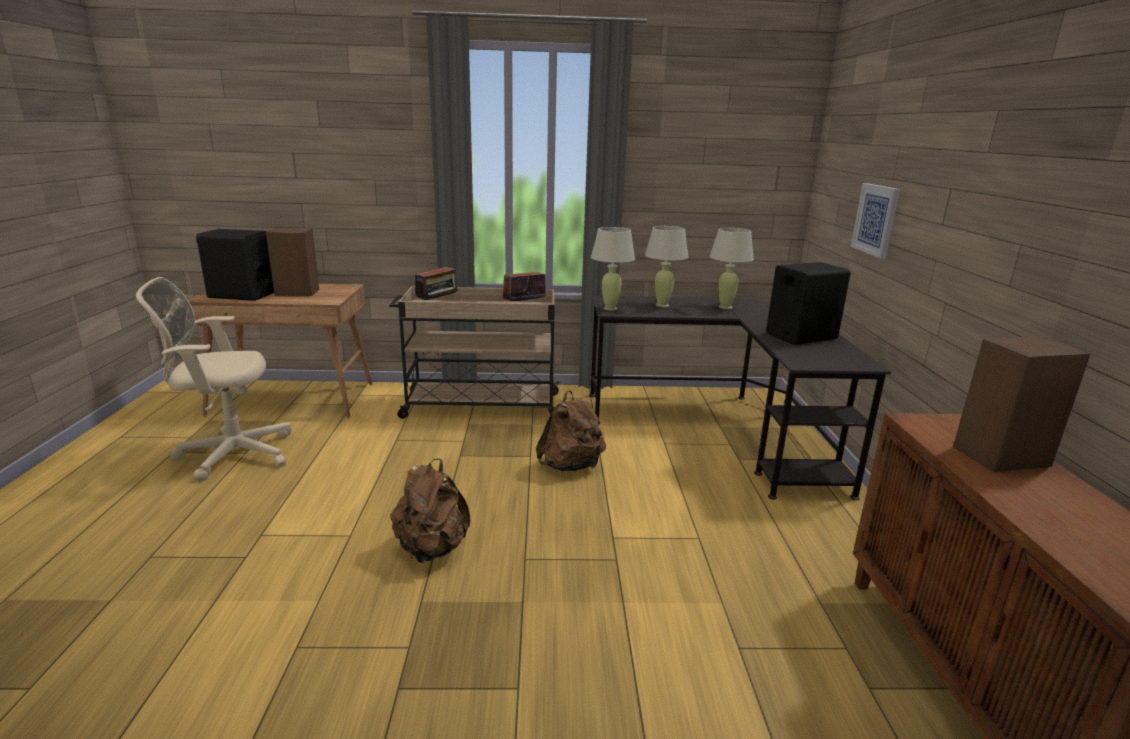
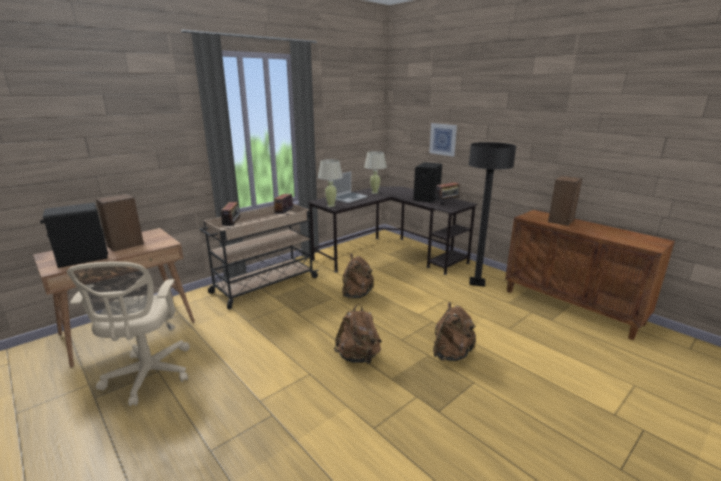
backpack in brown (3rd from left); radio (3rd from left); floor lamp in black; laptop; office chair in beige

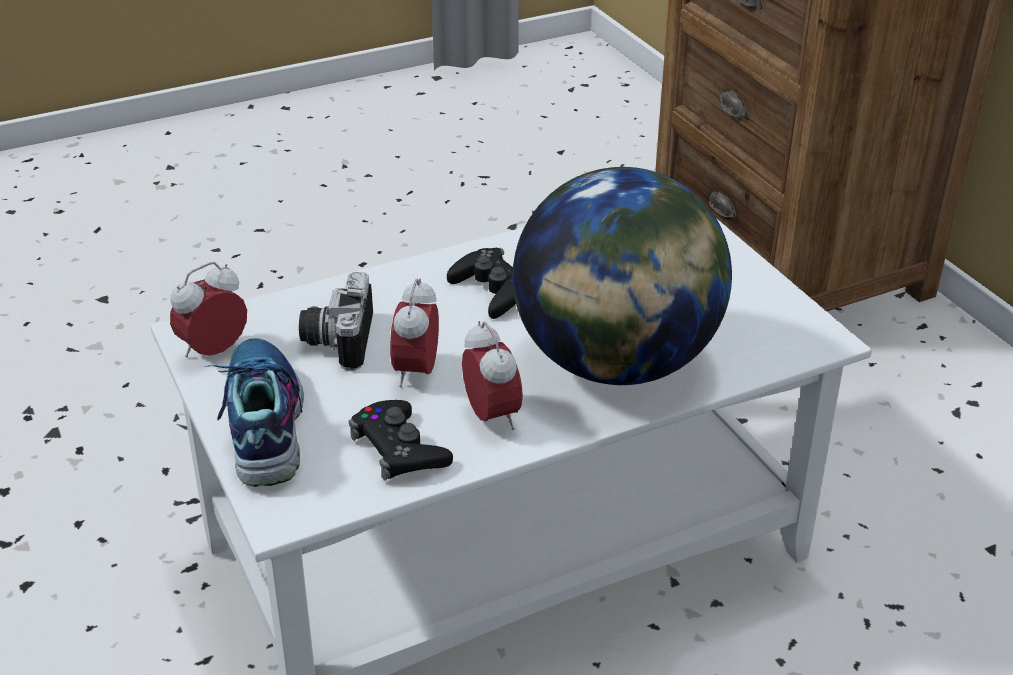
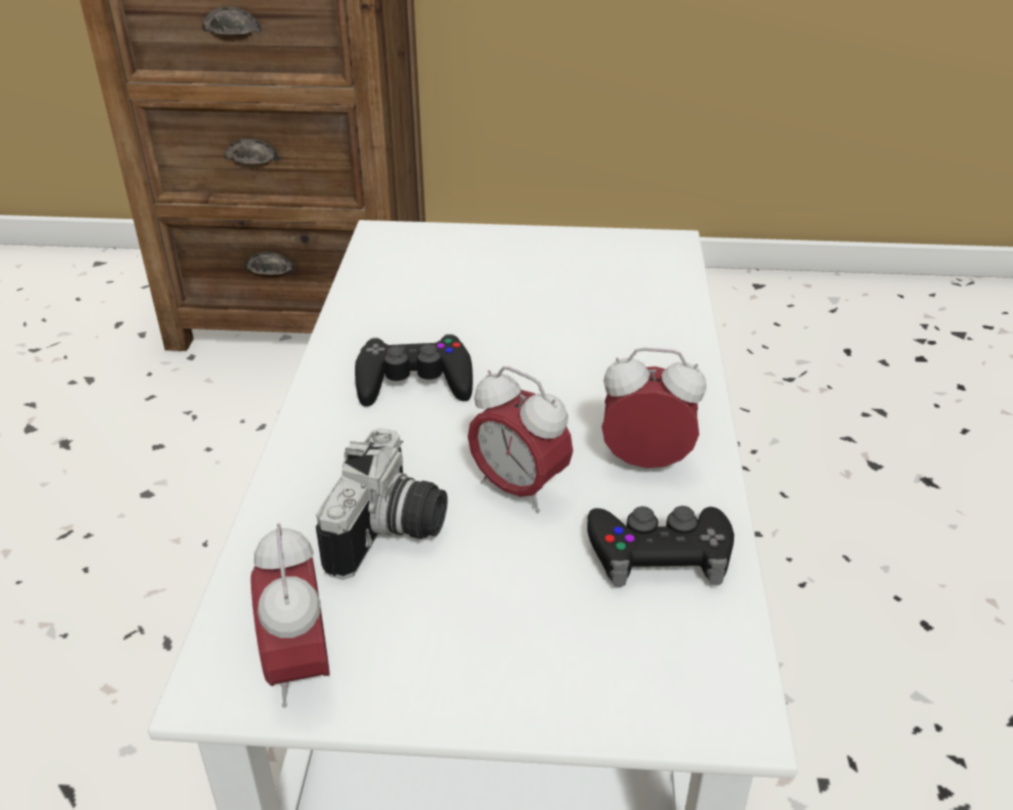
shoe; globe; photo camera

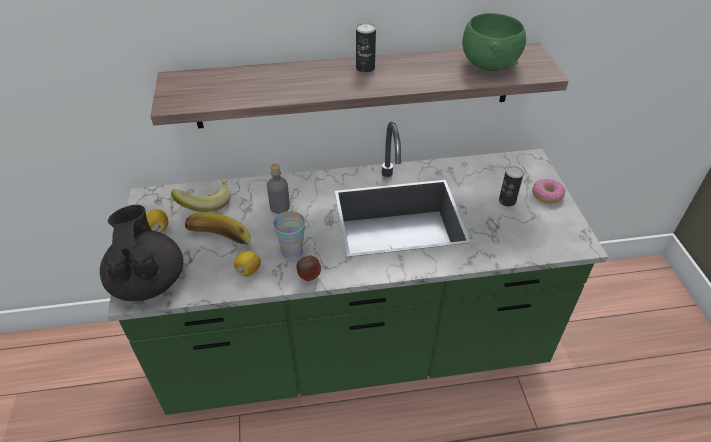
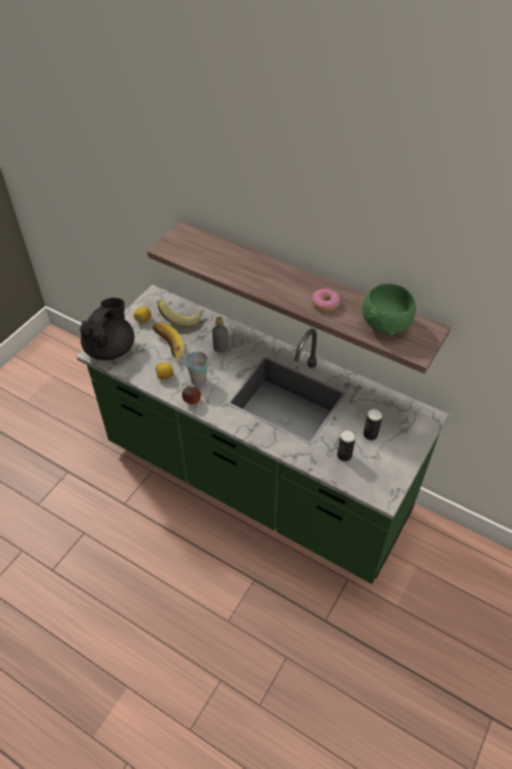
can (1st from left); donut

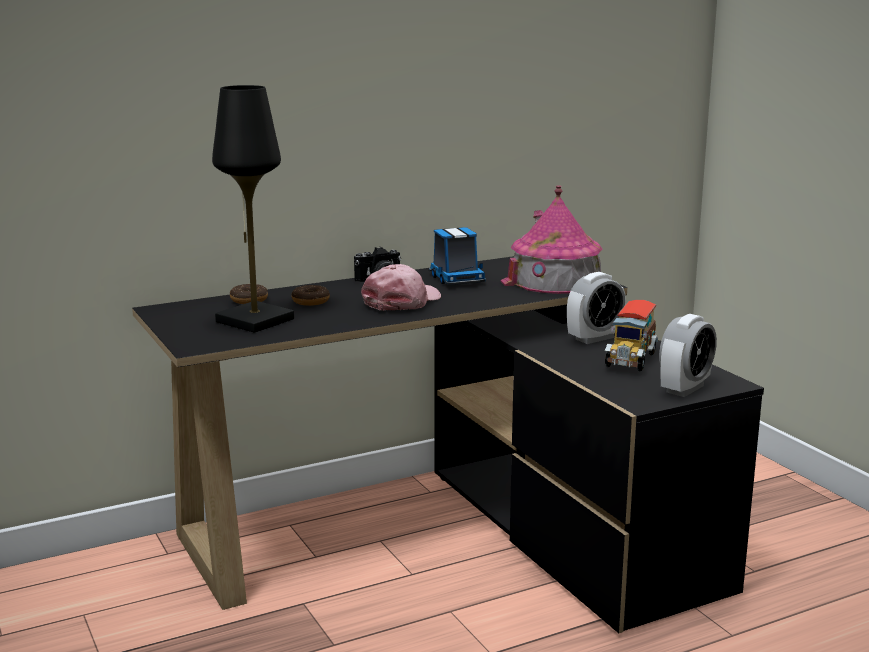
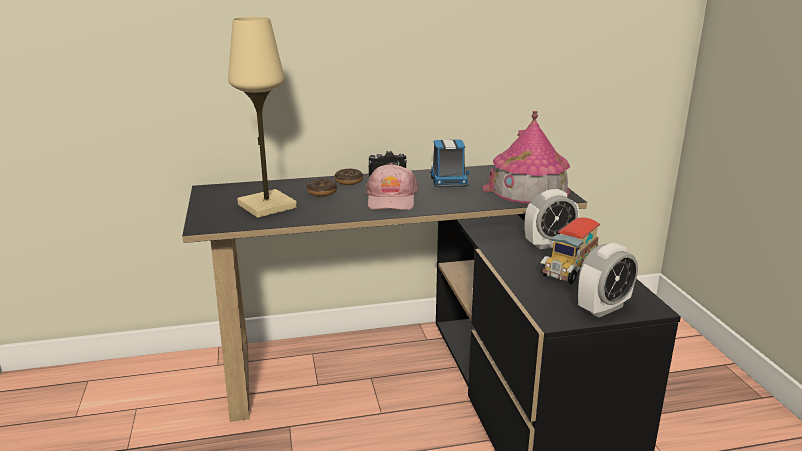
donut (2nd from left); table lamp in beige; cap in pink

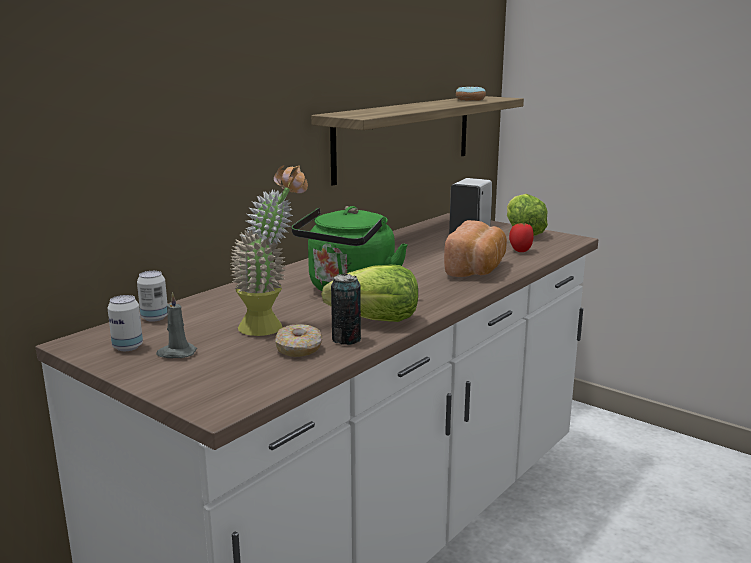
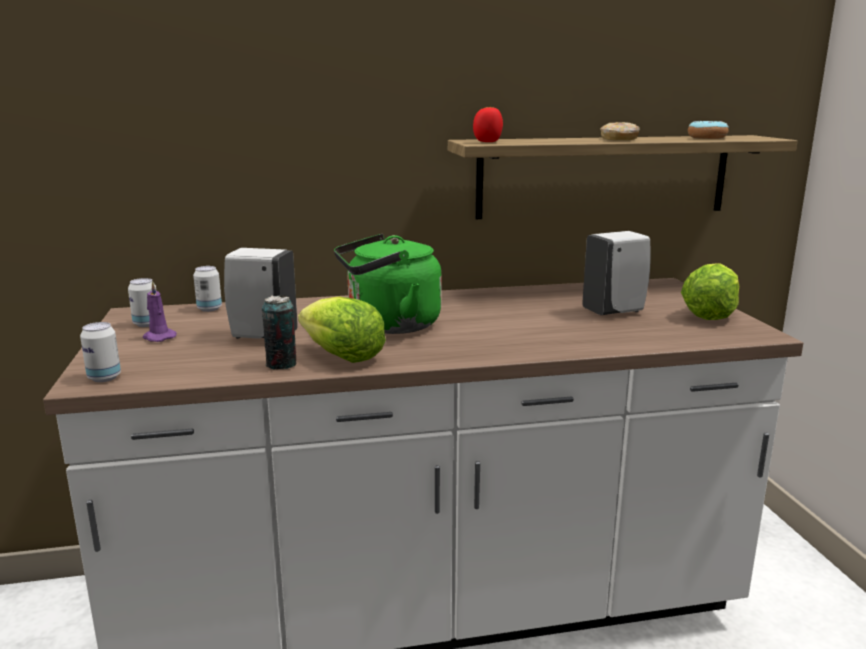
bread; can (1st from left); donut (1st from left); tomato; soap dispenser in white (1st from left); candle in purple

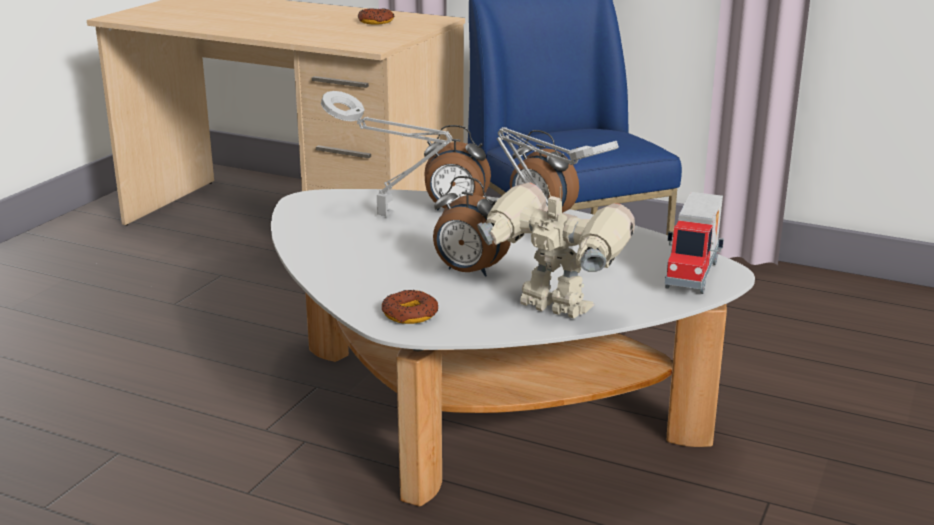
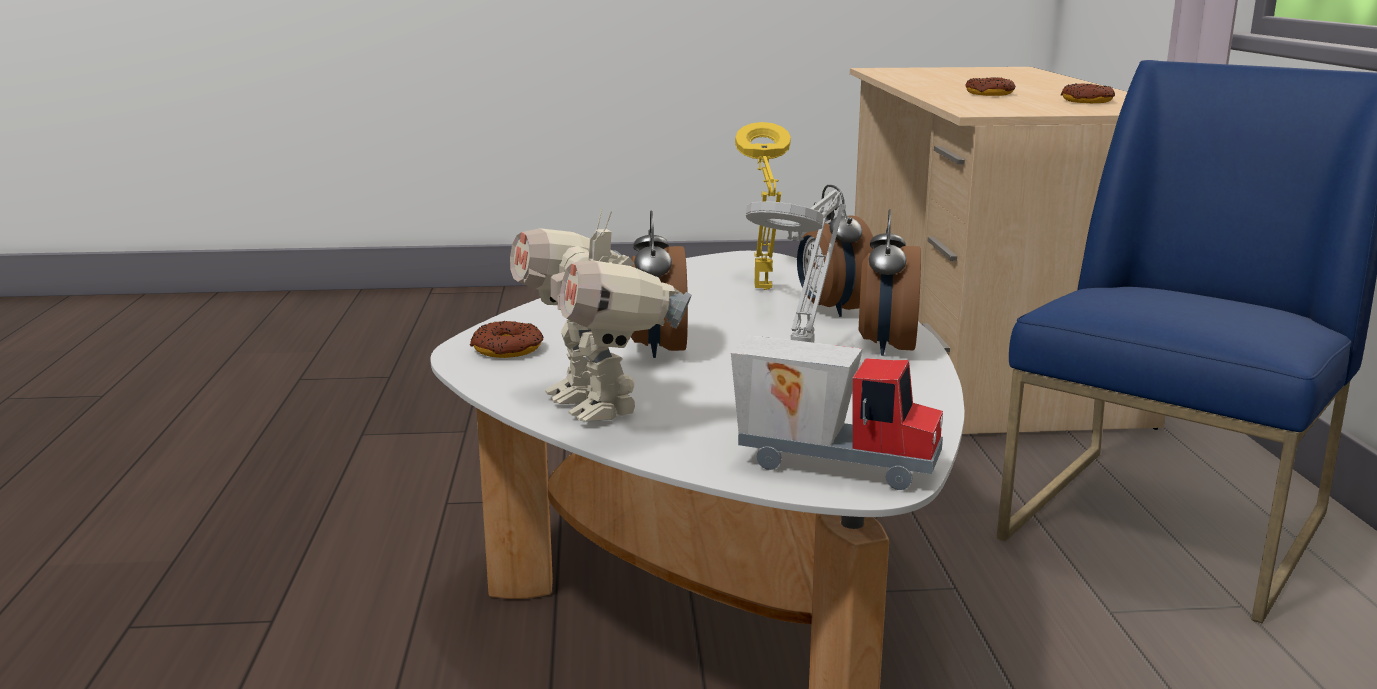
donut (2nd from left); table lamp in yellow; toy robot; toy truck

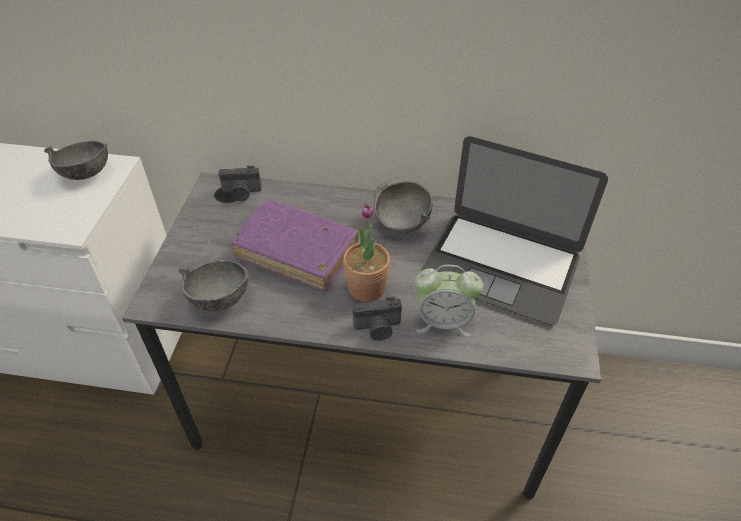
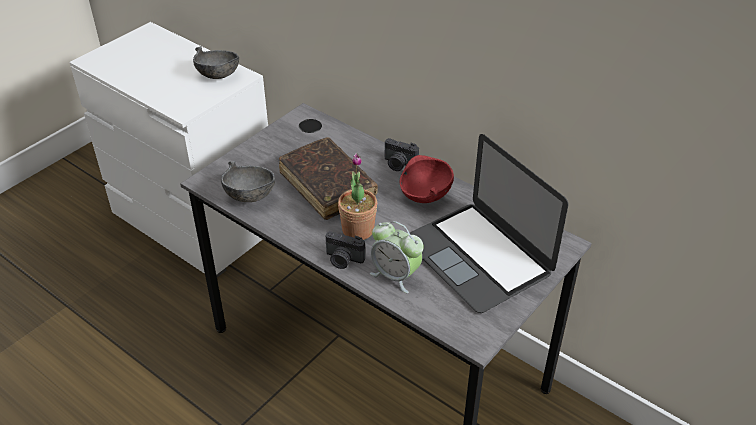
photo camera (2nd from left); book in brown; bowl in red

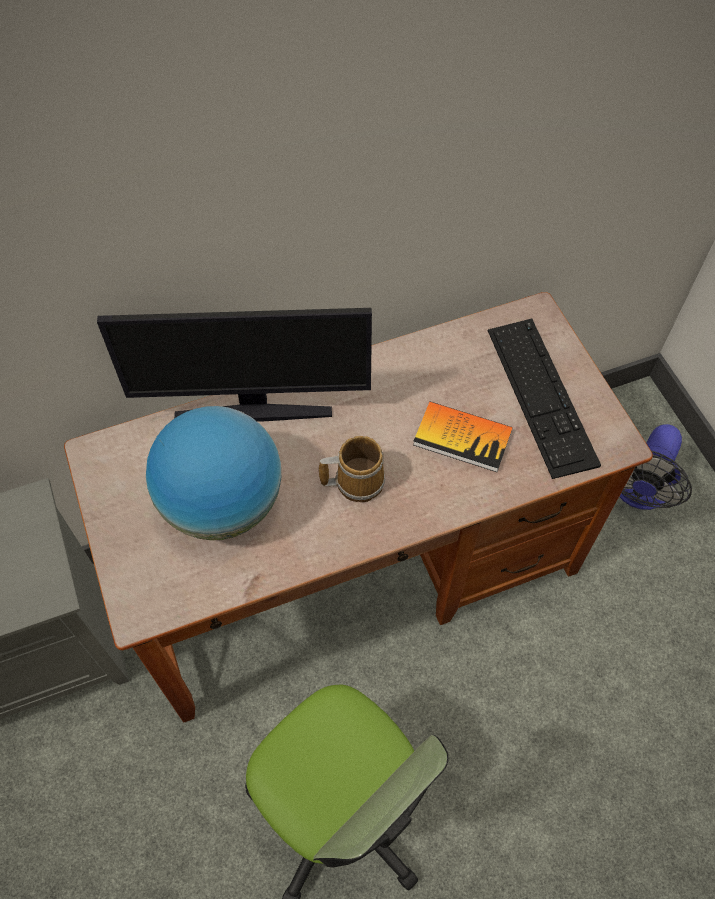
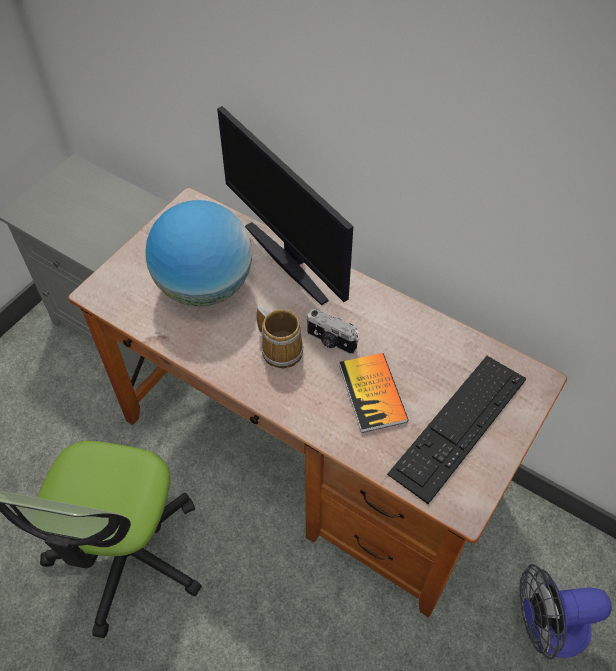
photo camera

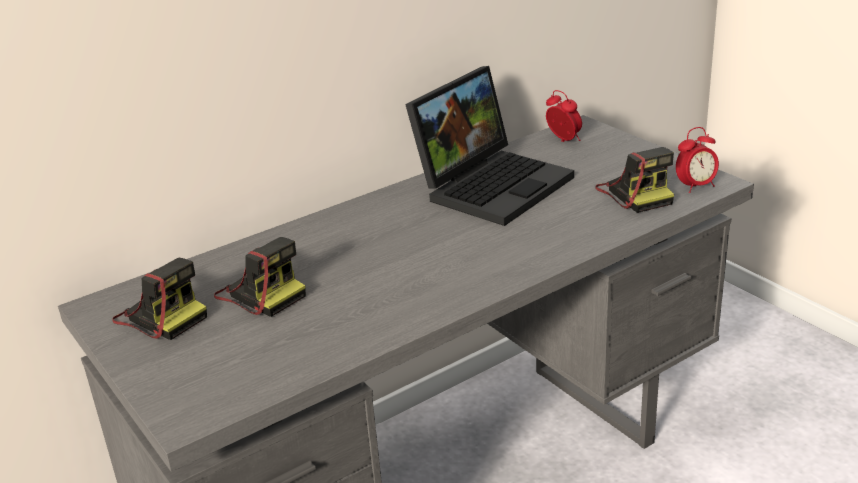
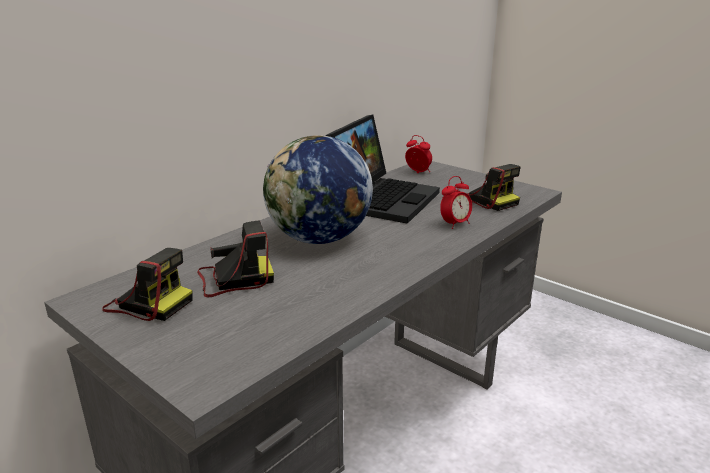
globe; alarm clock (2nd from left); photo camera (2nd from left)

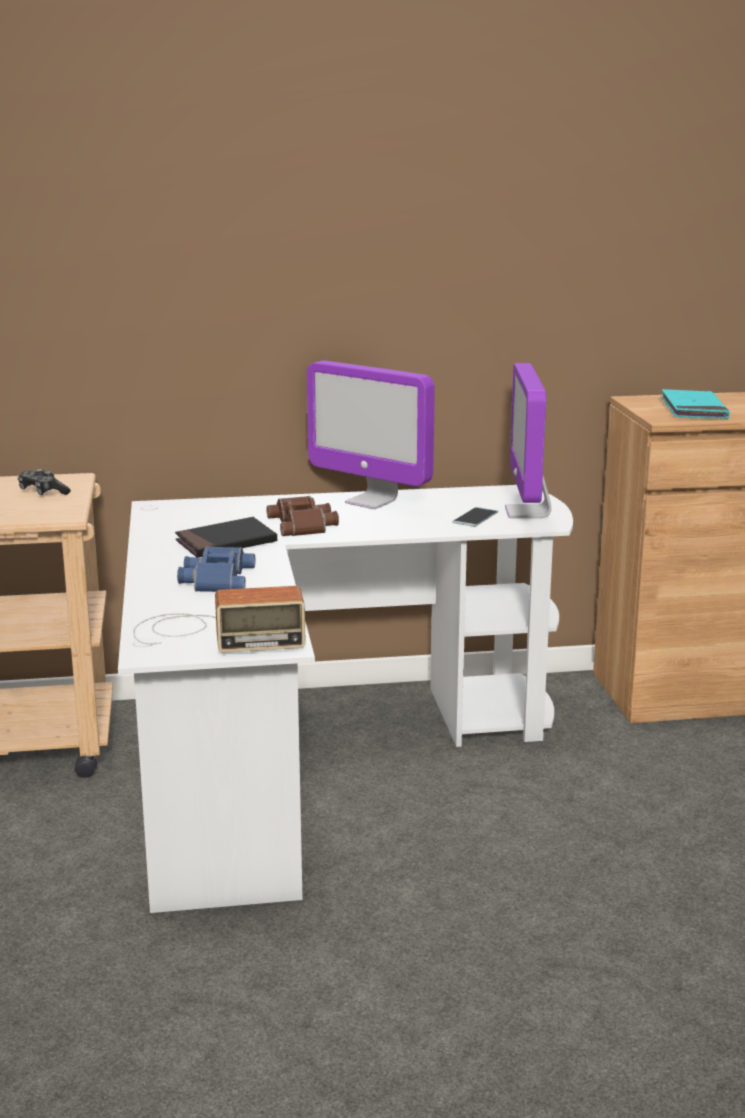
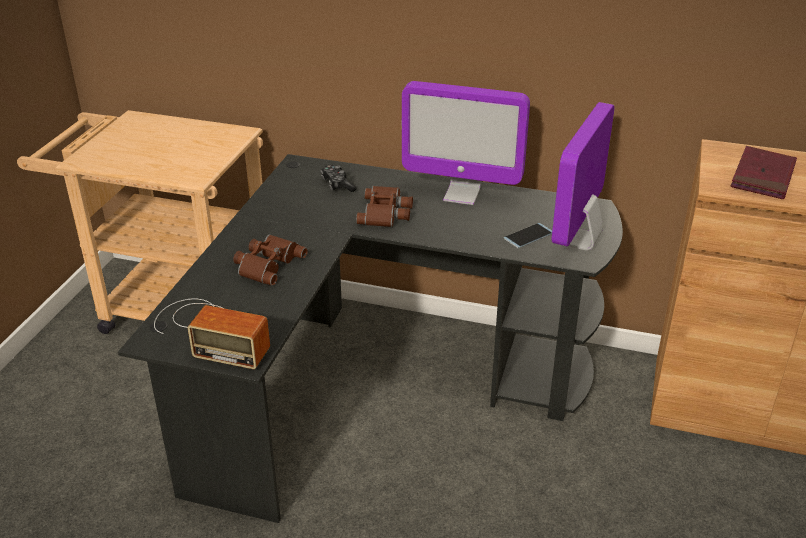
book in black; game controller; desk in black; binoculars in brown (1st from left); book in red; monitor (1st from left)

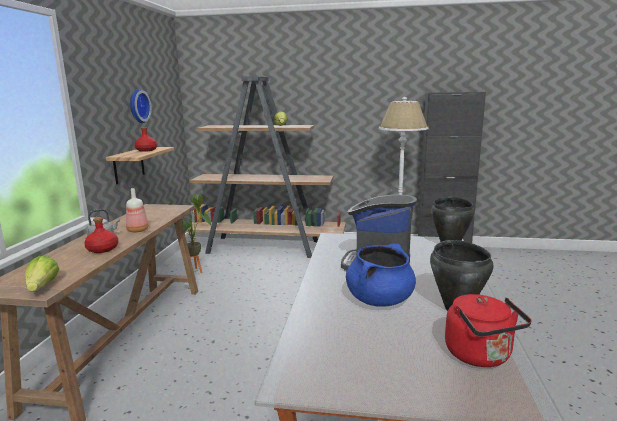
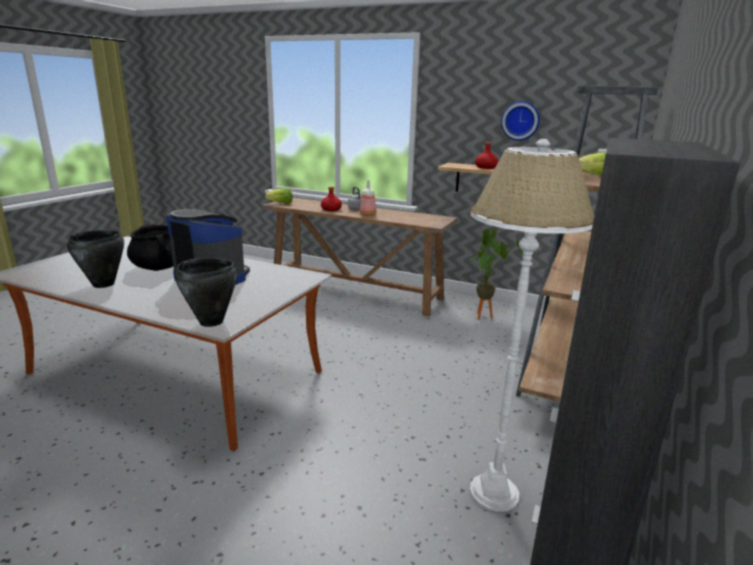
kettle in red; cooking pot in black (2nd from left)

